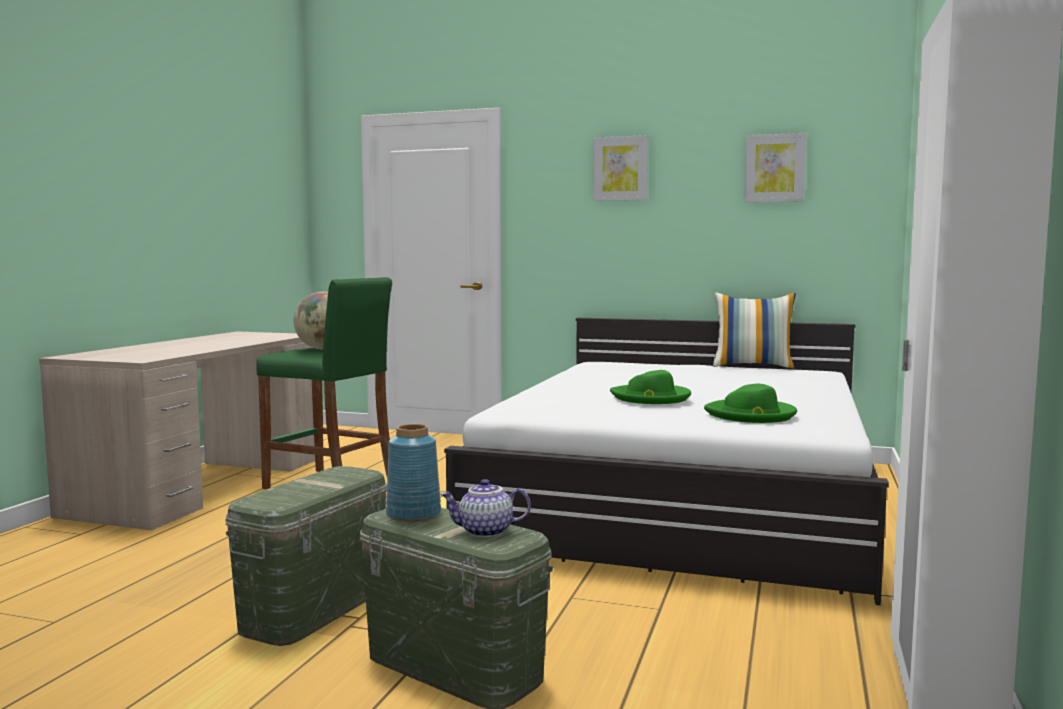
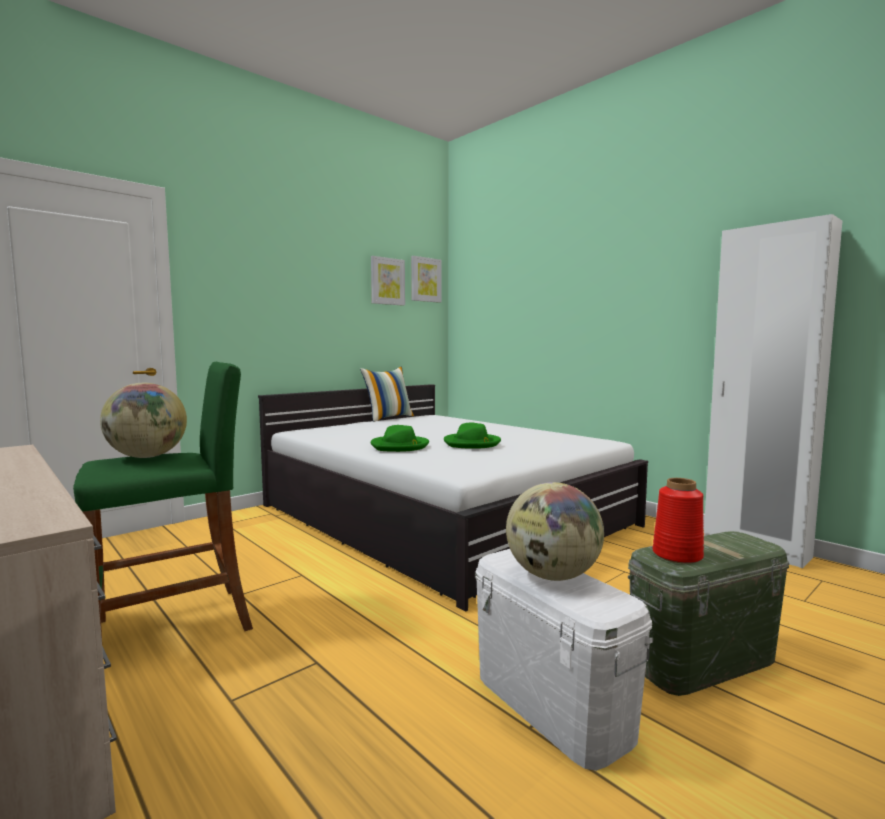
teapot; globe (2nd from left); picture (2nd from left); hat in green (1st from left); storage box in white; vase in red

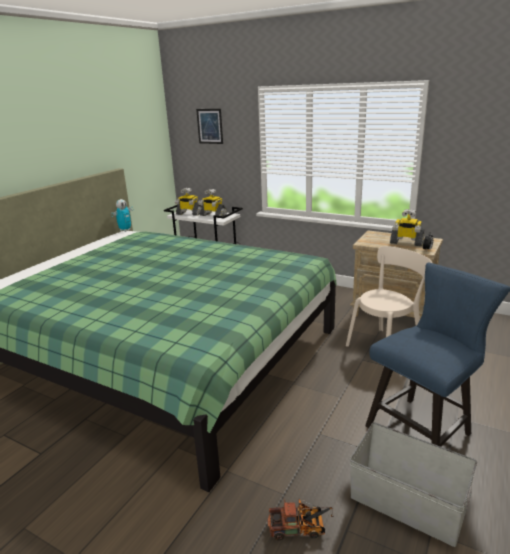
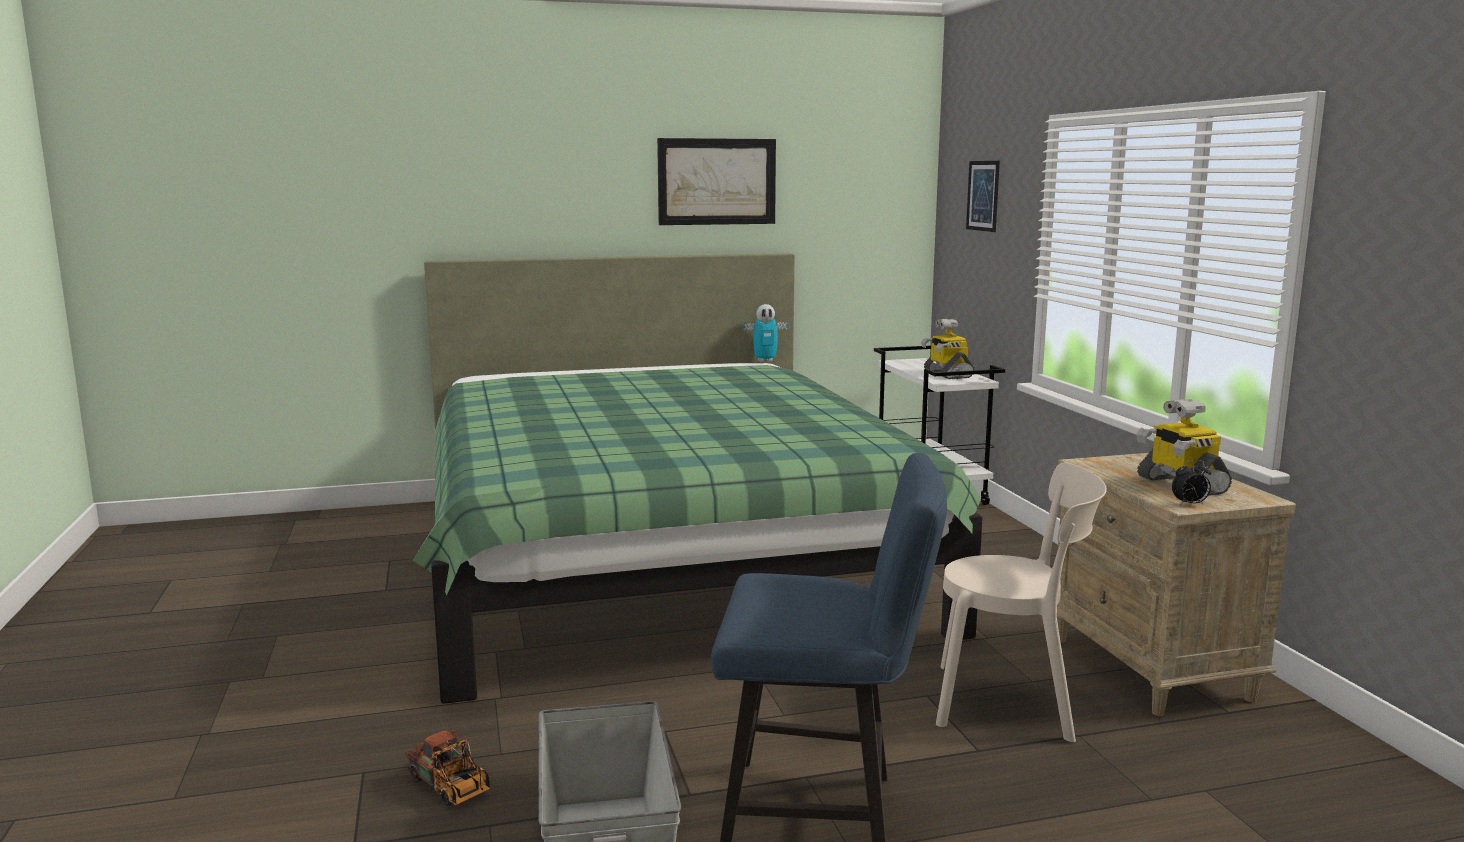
toy robot (2nd from left in the first image); picture (1st from left)

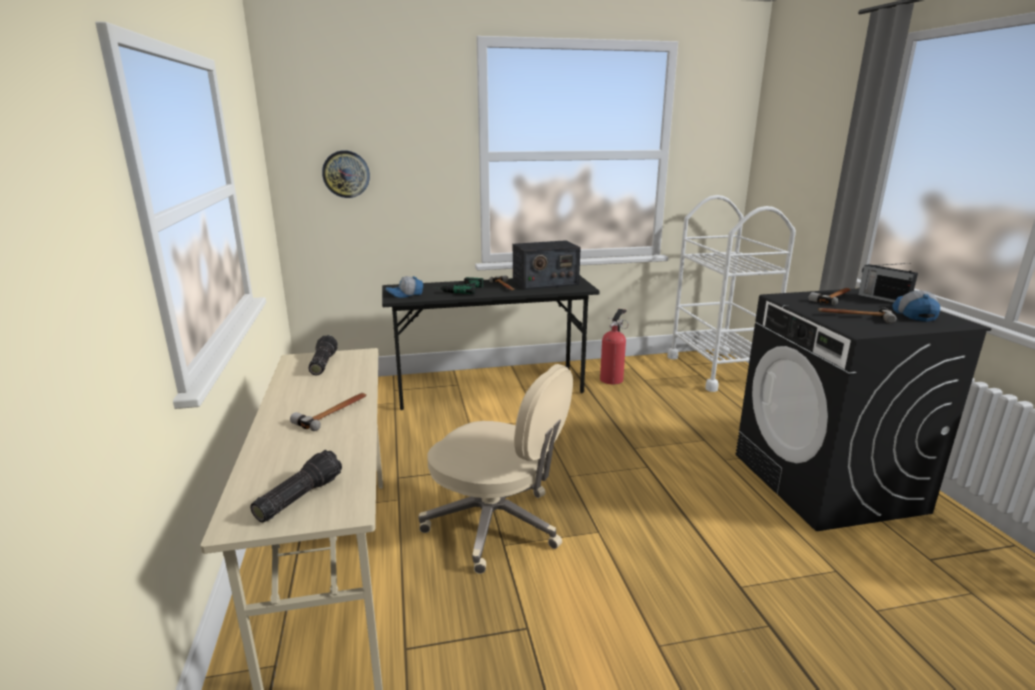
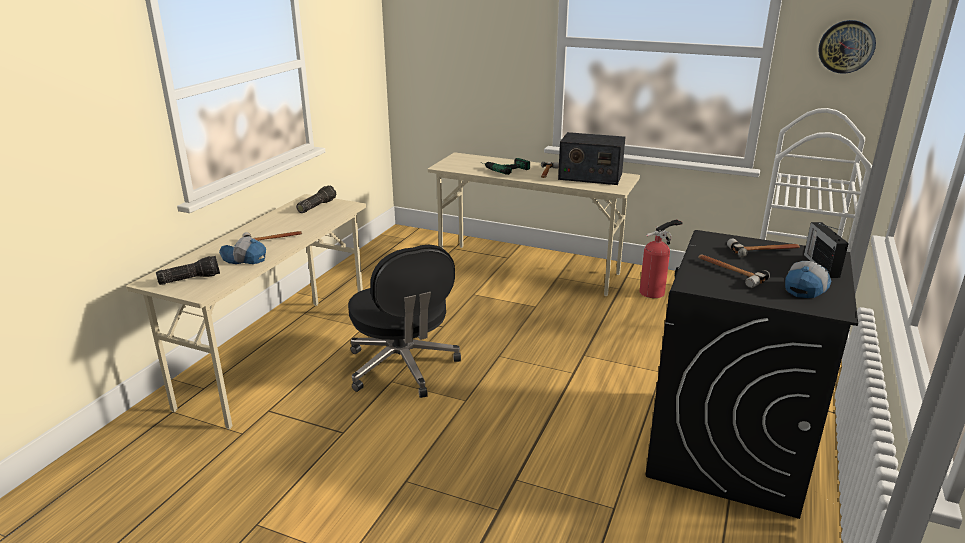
wall clock; cap (1st from left); desk in beige (2nd from left); office chair in black

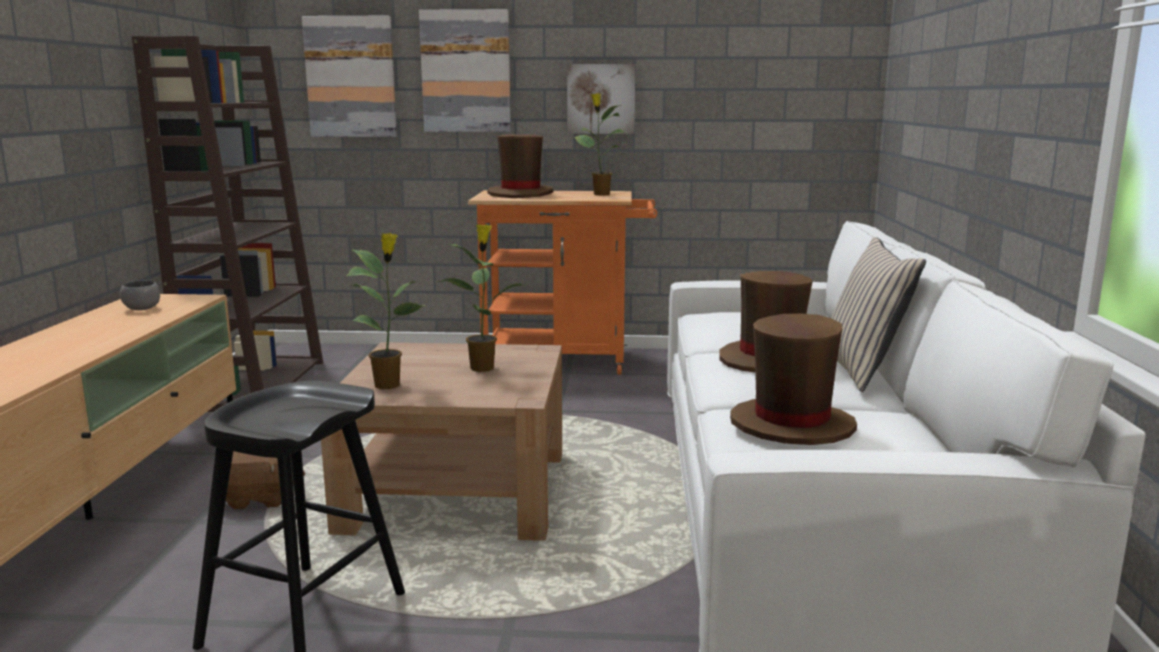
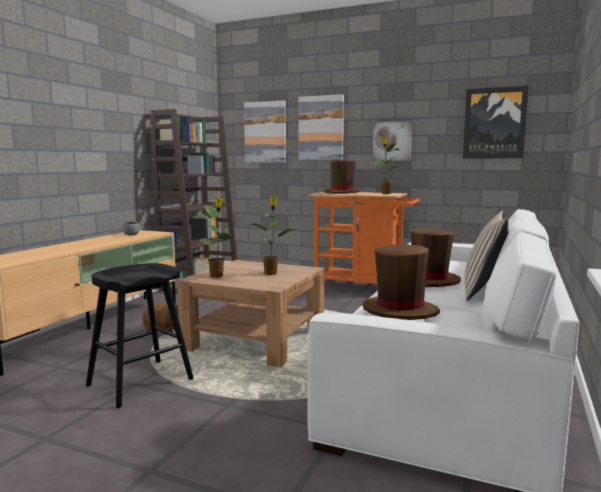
picture (4th from left)

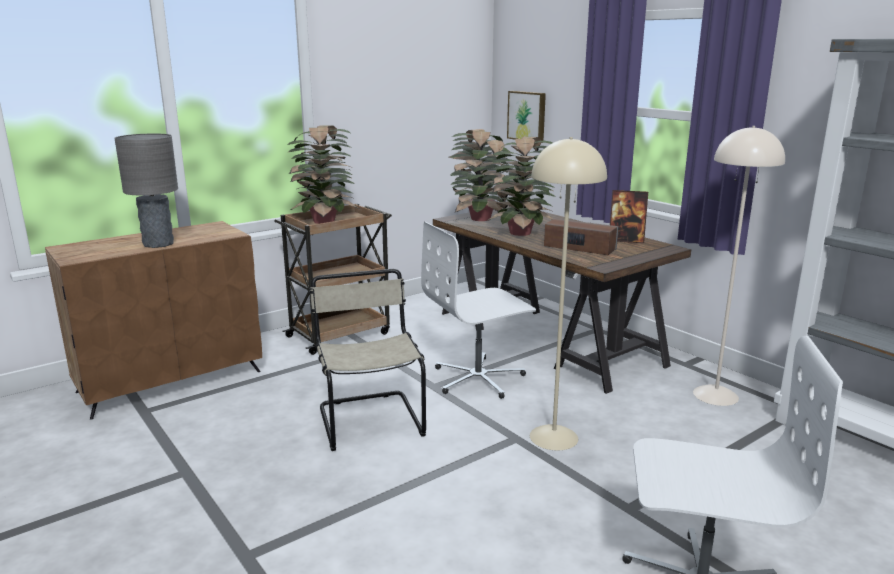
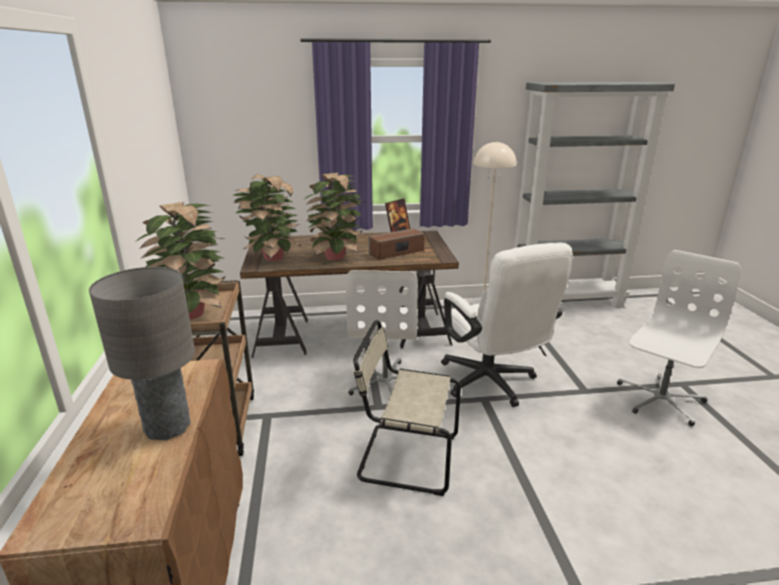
picture; office chair in white (2nd from left)

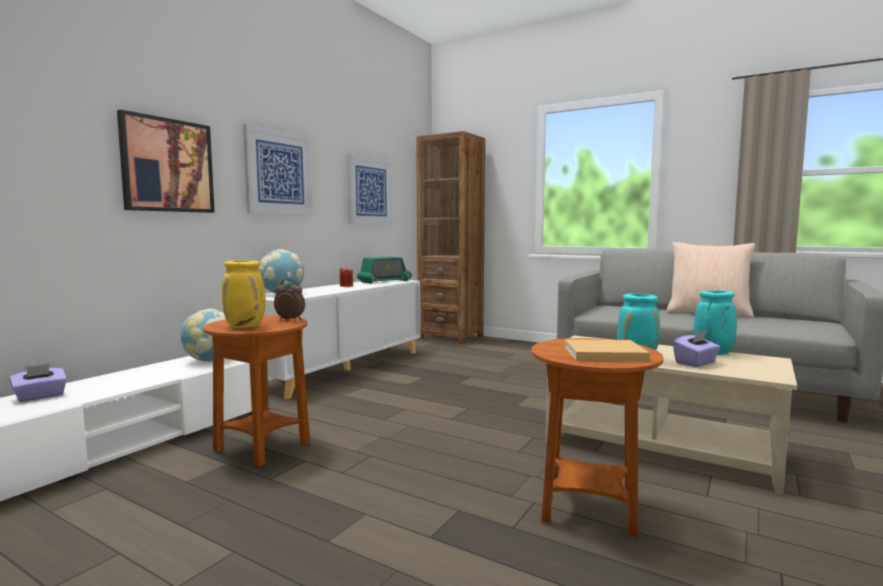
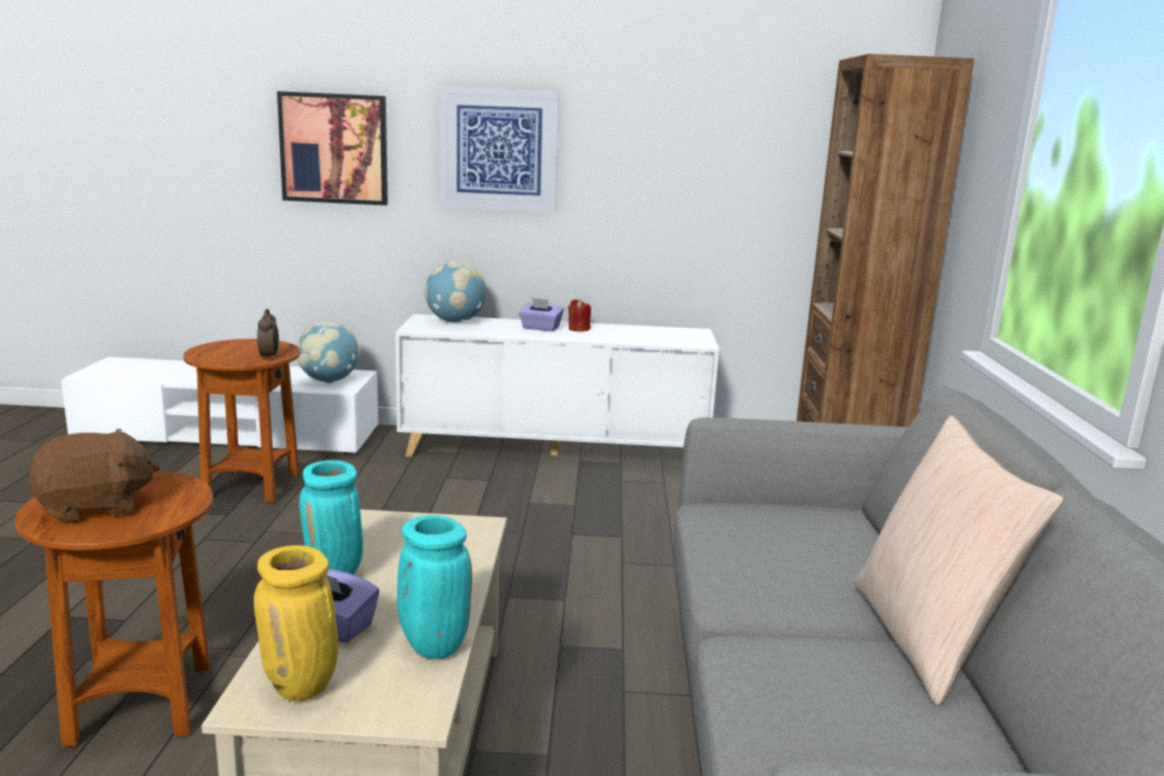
picture (3rd from left in the first image); radio; tissue box in purple (2nd from left); vase in yellow; plush toy in brown

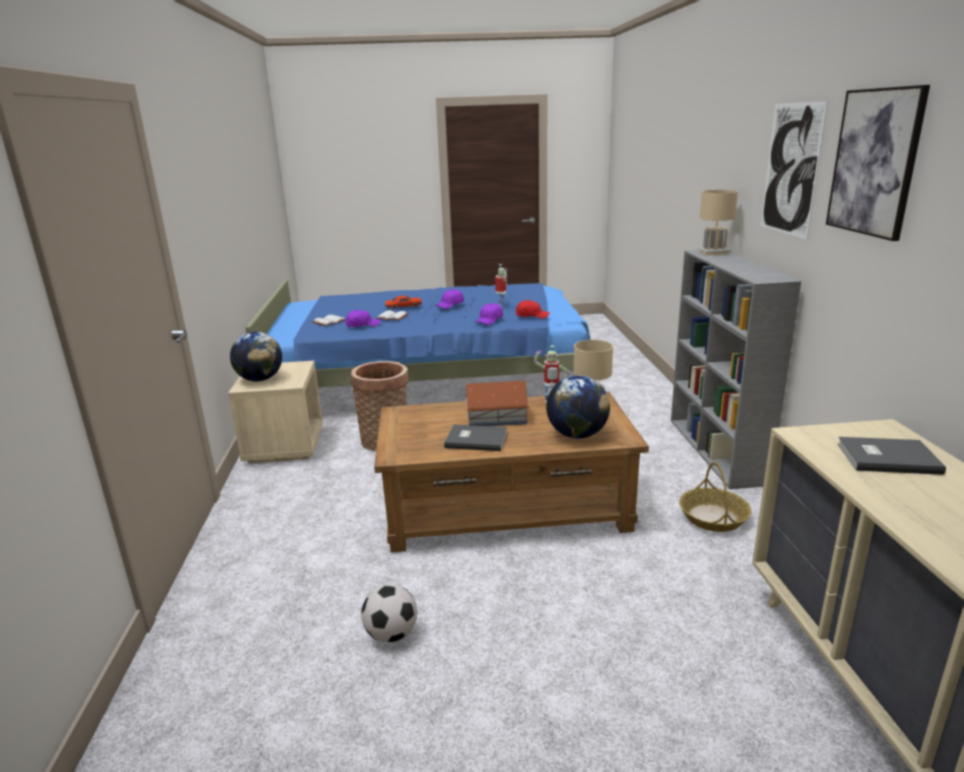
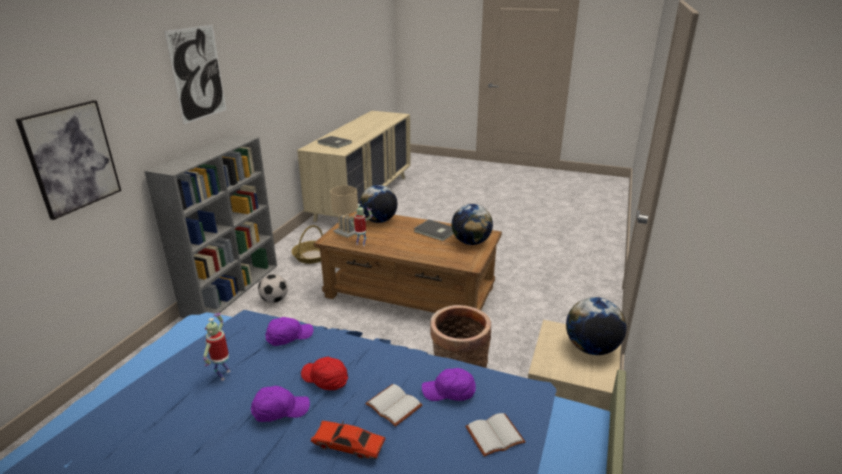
toy house; table lamp in beige (2nd from left in the first image); globe (2nd from left); football; cap in red; picture (1st from left)

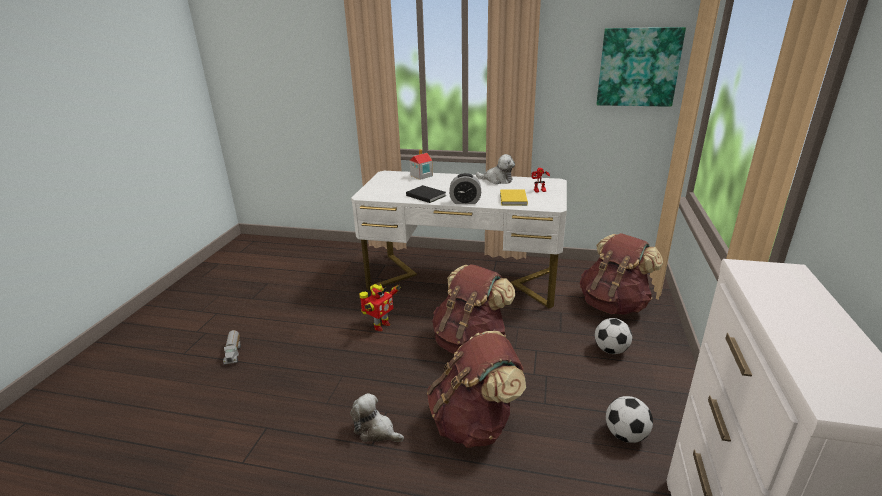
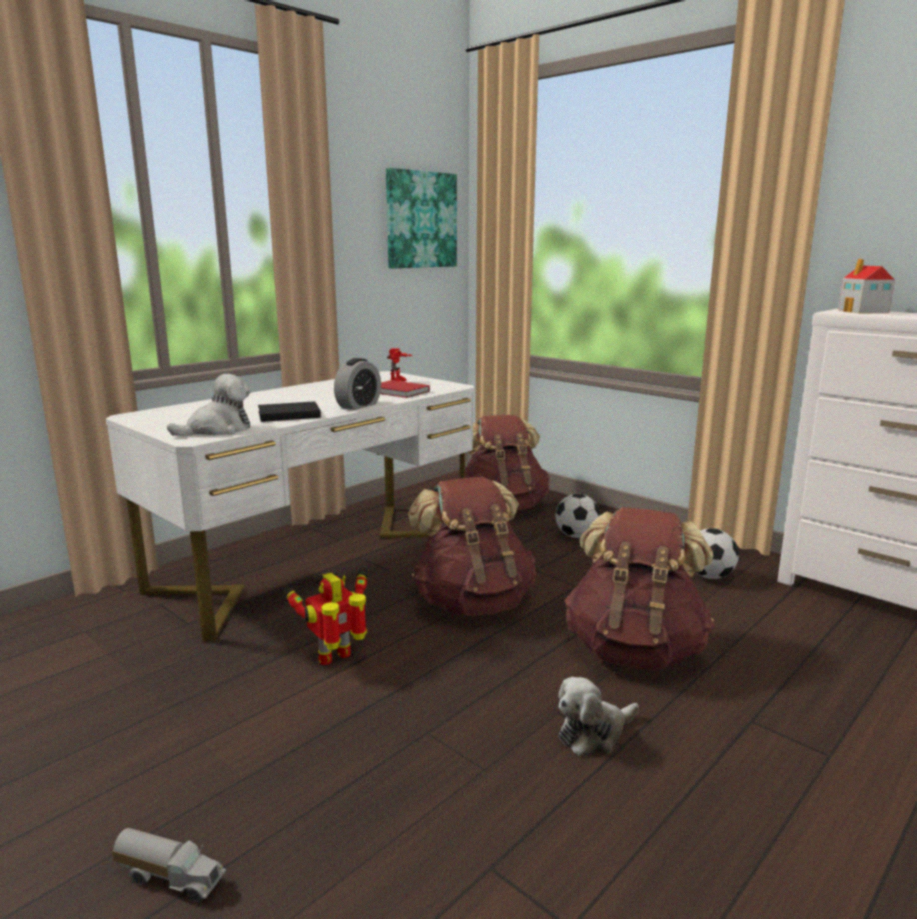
toy house; plush toy (1st from left); book in red; toy robot (1st from left)

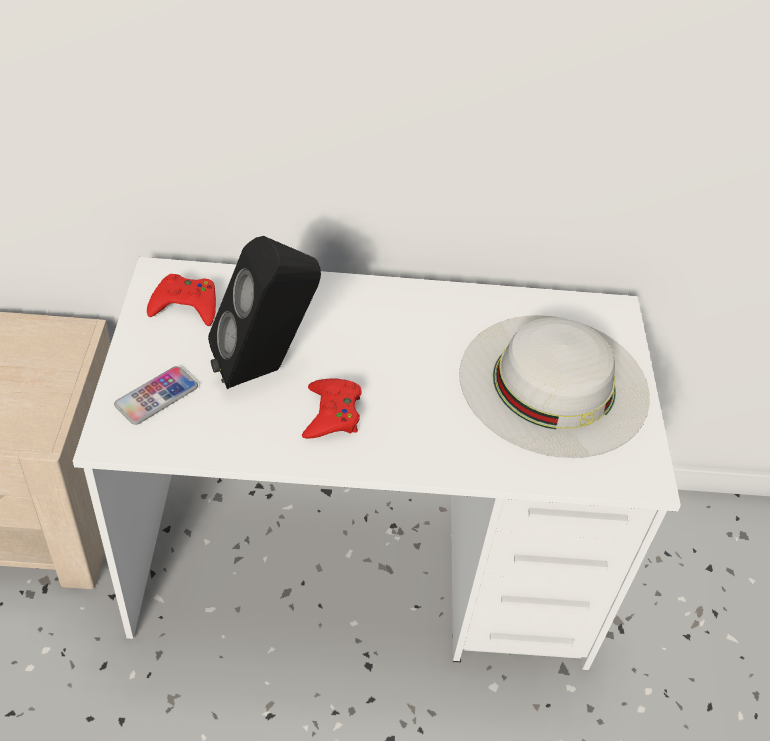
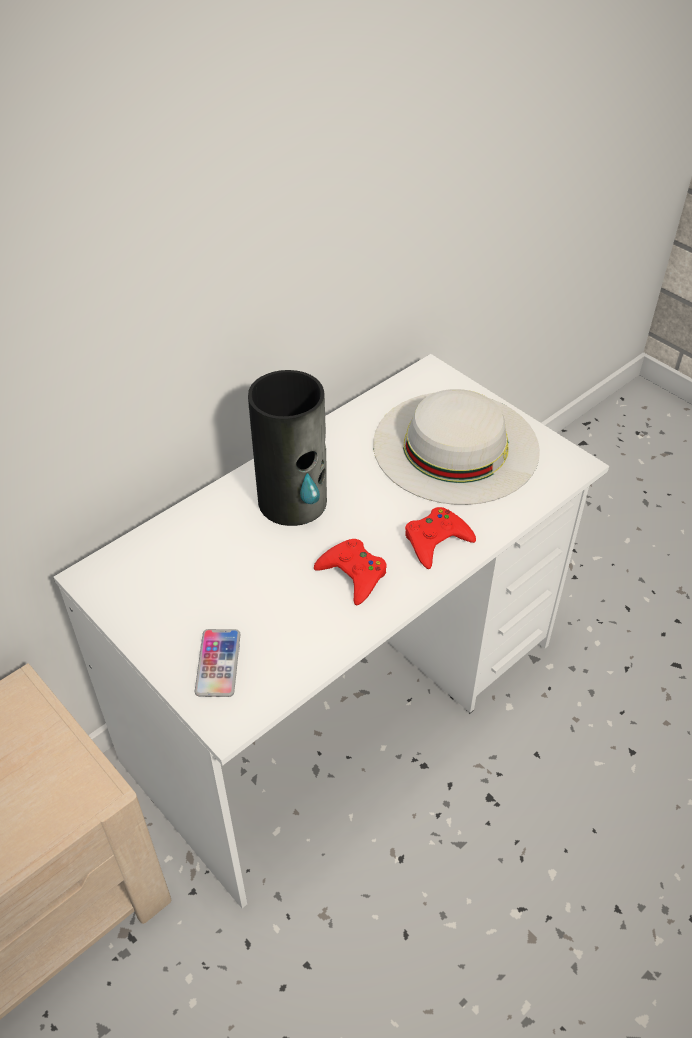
speaker in black; vase; game controller in red (2nd from left)

